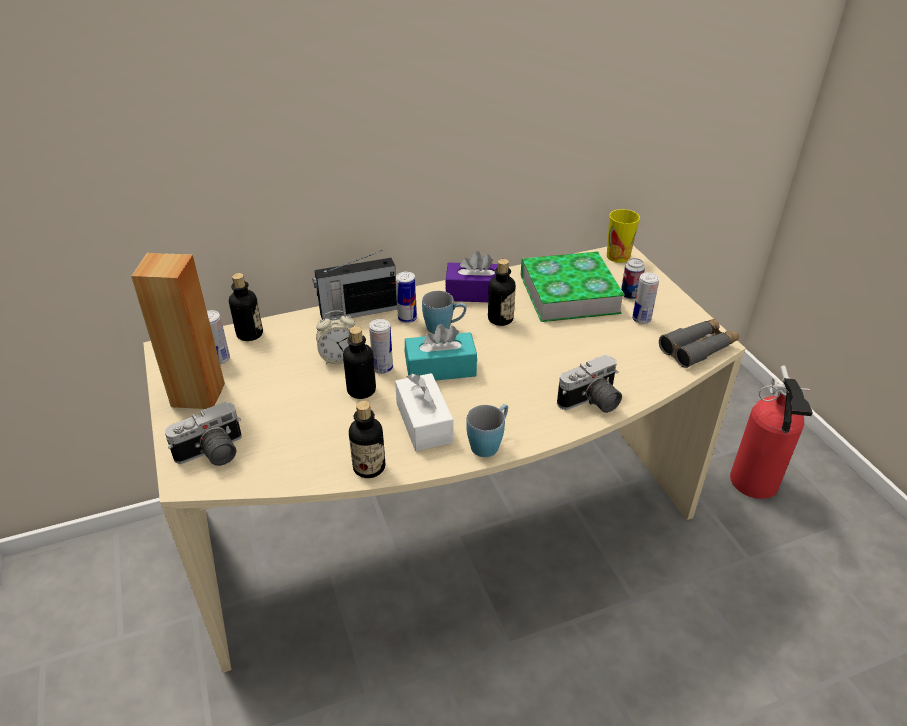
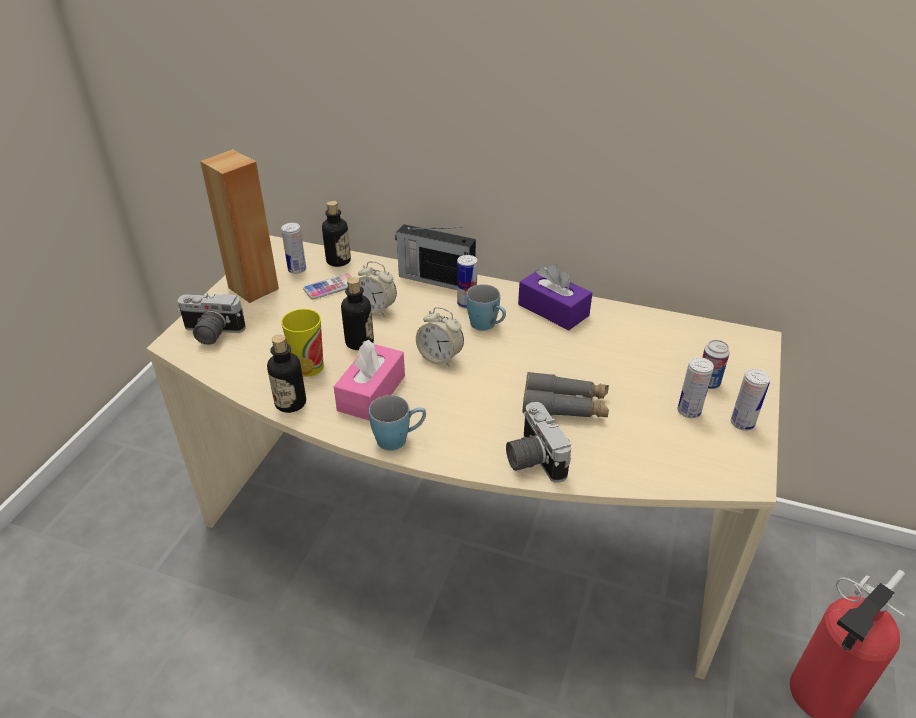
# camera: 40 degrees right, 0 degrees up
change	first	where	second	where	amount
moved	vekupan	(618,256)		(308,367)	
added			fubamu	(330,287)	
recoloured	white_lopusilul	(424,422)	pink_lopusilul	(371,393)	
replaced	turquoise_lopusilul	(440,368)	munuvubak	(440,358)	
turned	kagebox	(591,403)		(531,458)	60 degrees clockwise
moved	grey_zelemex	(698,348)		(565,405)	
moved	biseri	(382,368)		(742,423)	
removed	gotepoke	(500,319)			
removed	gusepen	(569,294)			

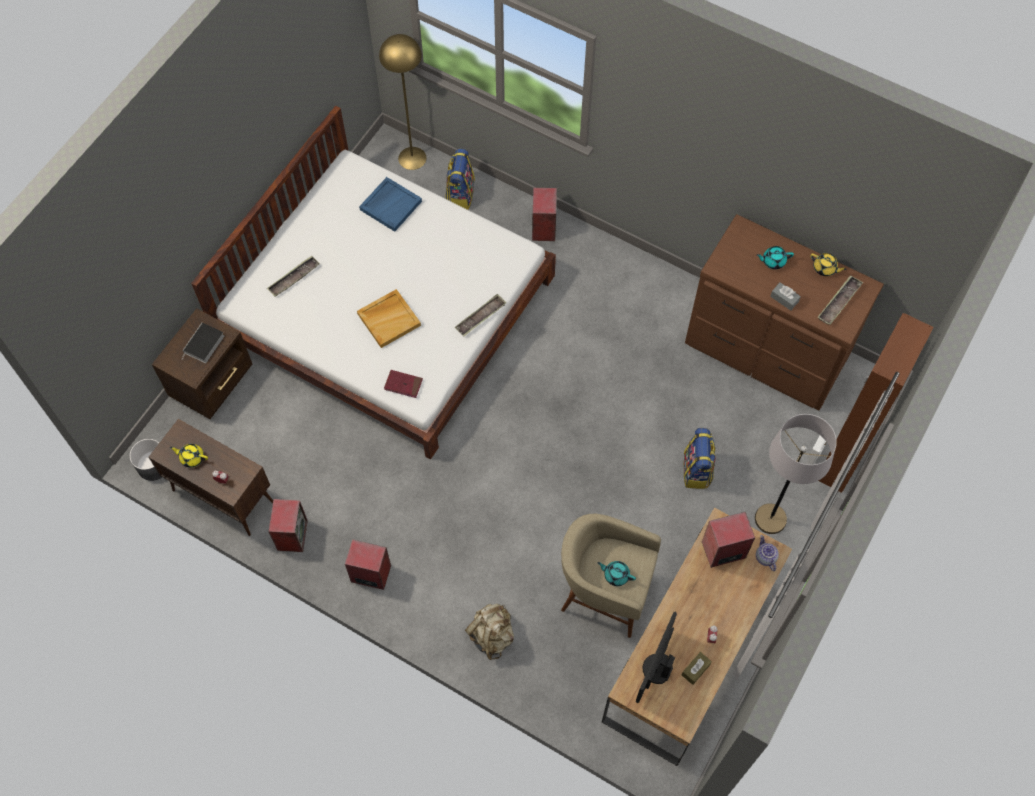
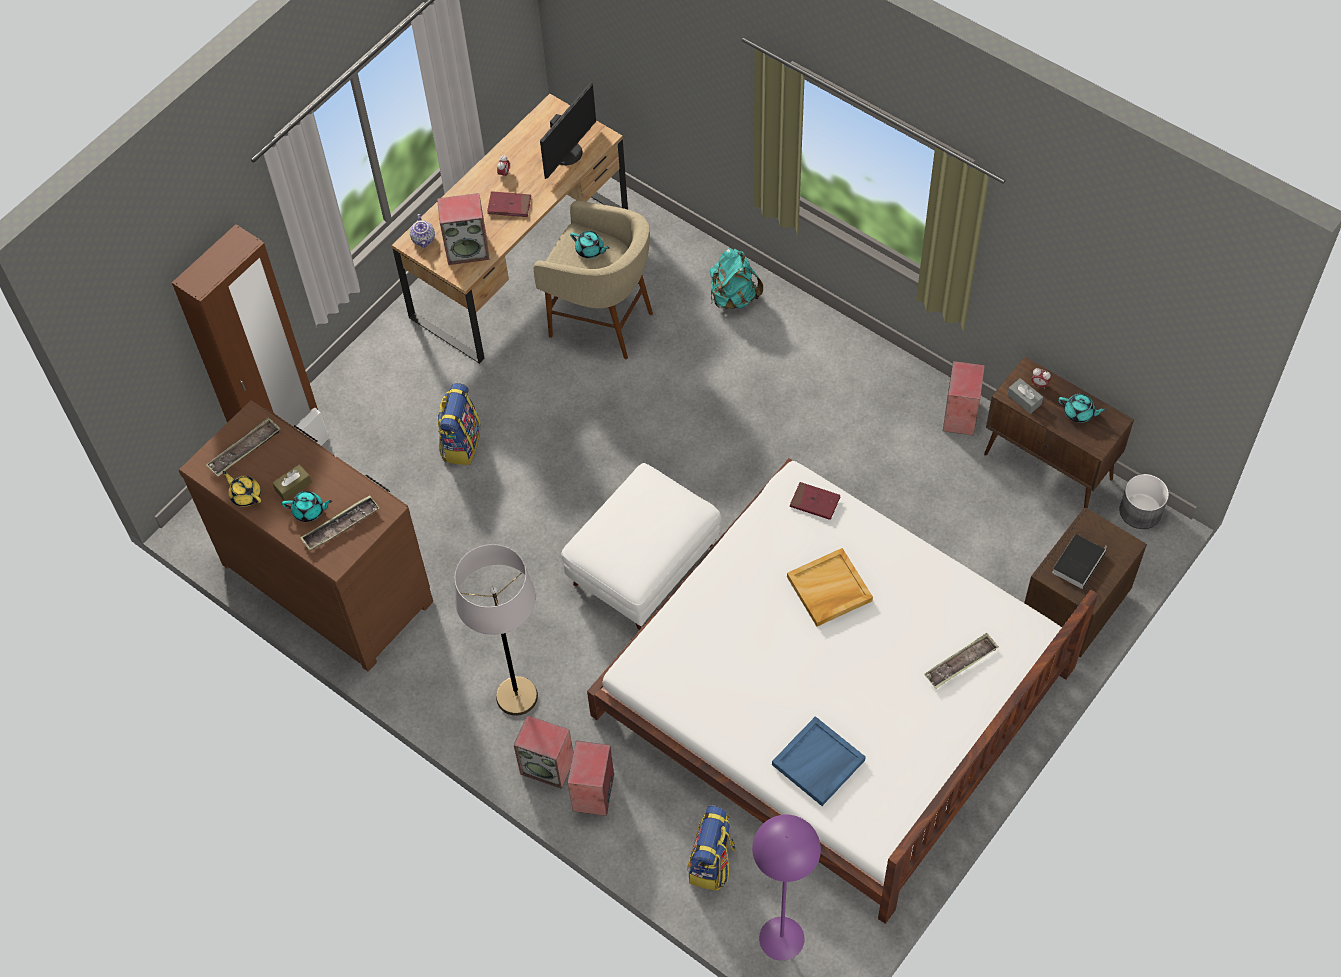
# camera: 170 degrees left, 5 degrees down
change	first	where	second	where	amount
moved	brown_lopusilul	(695,669)		(293,486)	
moved	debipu	(480,317)		(341,526)	
moved	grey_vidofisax	(770,519)		(517,696)	
added			red_gusepen	(509,206)	
moved	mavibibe	(370,574)		(548,766)	
added			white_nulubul	(644,565)	
recoloured	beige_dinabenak	(492,635)	turquoise_dinabenak	(733,297)	
recoloured	yellow_vidofisax	(412,158)	purple_vidofisax	(782,938)	
moved	grey_lopusilul	(784,299)		(1024,399)	
recoloured	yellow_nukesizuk	(192,457)	turquoise_nukesizuk	(1079,413)	

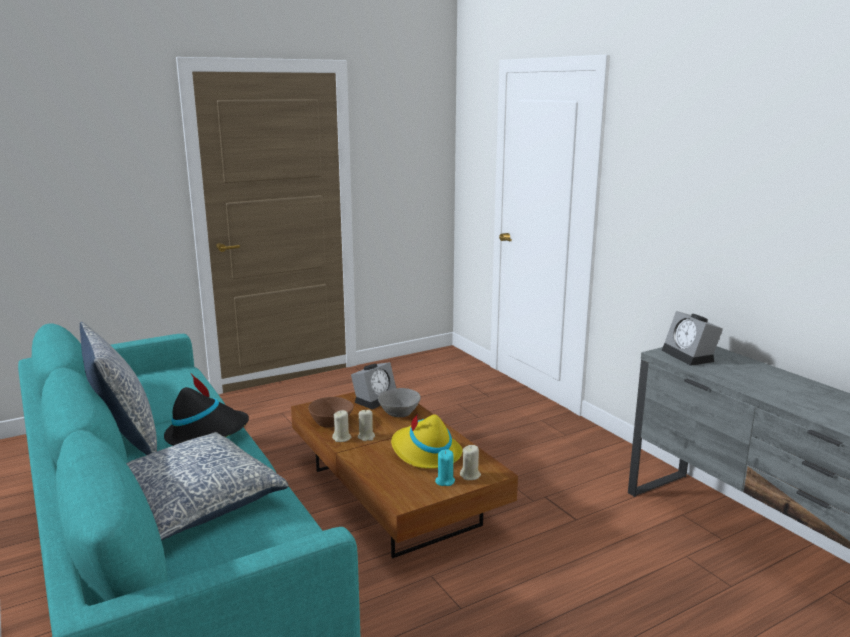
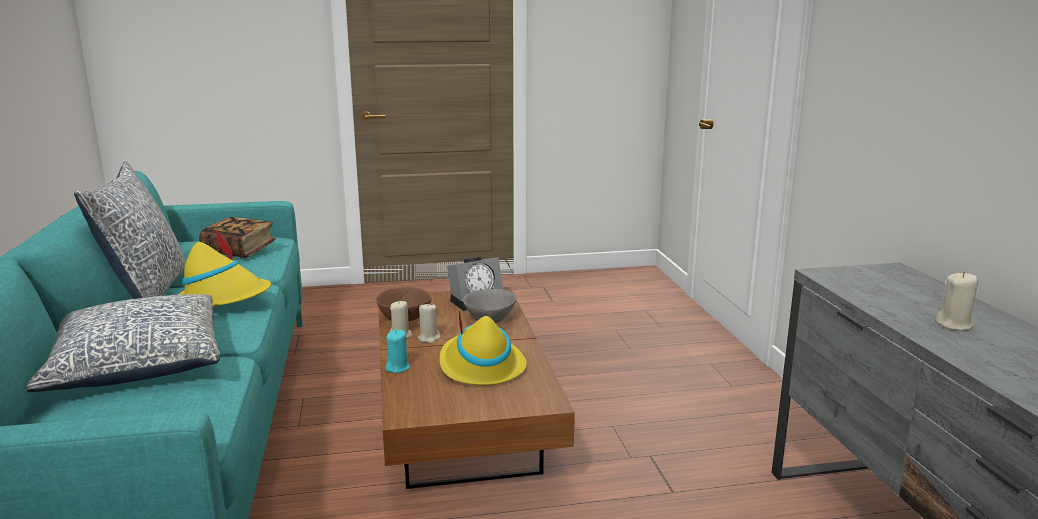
# camera: 20 degrees right, 0 degrees up
change	first	where	second	where	amount
recoloured	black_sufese	(207,433)	yellow_sufese	(223,300)	
added			gusepen	(239,251)	
moved	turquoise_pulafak	(445,481)		(397,368)	
moved	beige_pulafak	(470,475)		(954,325)	
removed	munuvubak	(690,356)			

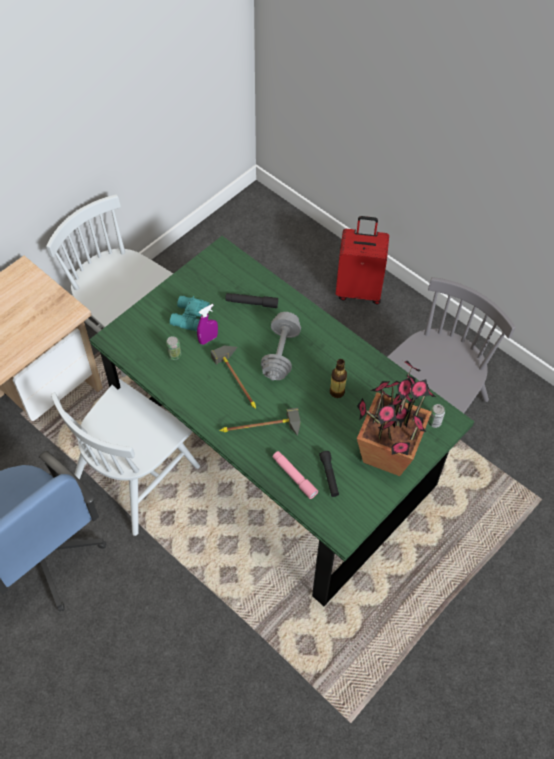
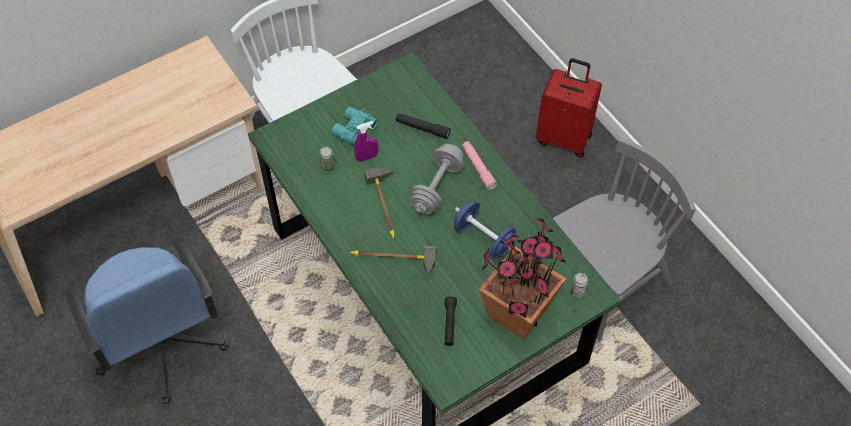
# camera: 15 degrees right, 0 degrees up
change	first	where	second	where	amount
replaced	gotepoke	(337,392)	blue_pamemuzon	(484,238)	
moved	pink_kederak	(294,476)		(478,168)	
removed	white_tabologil	(136,475)			

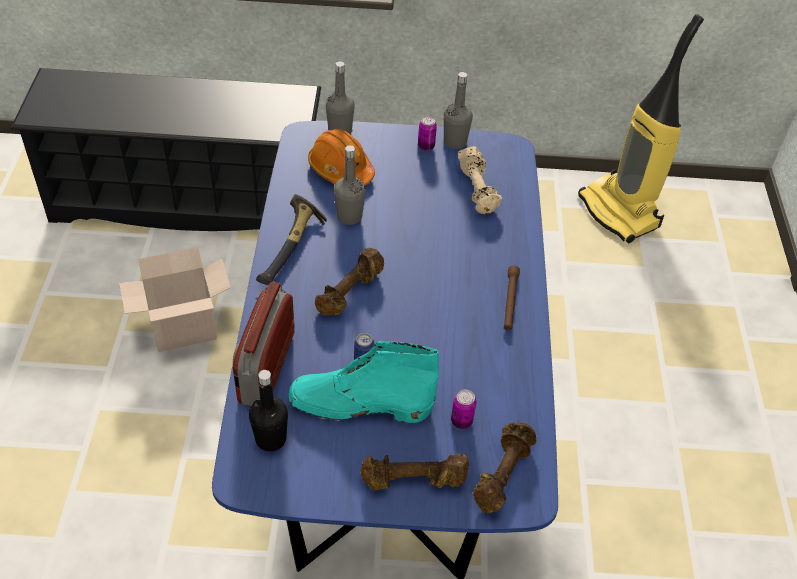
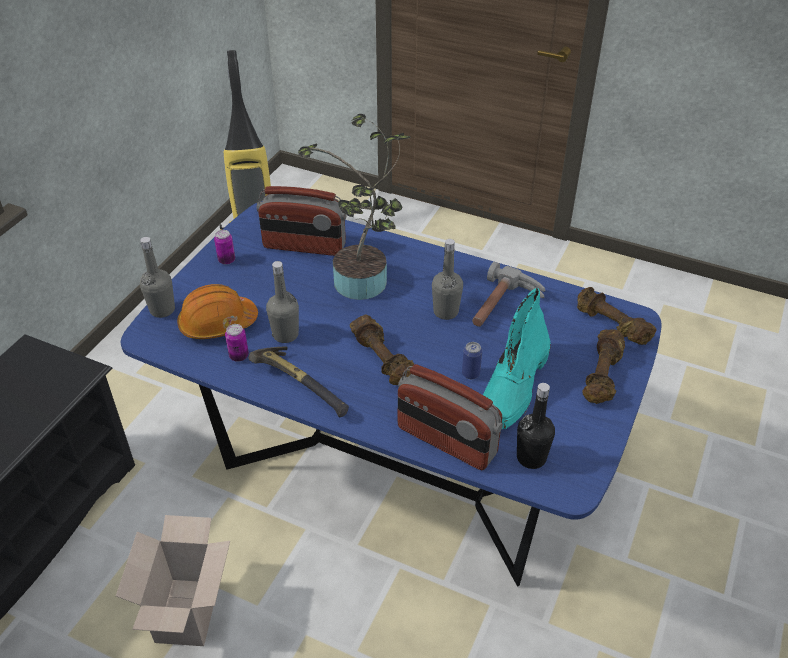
# camera: 65 degrees left, 5 degrees down
change	first	where	second	where	amount
moved	biseri	(461,421)		(239,356)	
replaced	beige_pamemuzon	(478,190)	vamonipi	(304,246)	
added			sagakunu	(364,285)	
moved	grey_gotepoke	(455,142)		(446,312)	
added			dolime	(504,307)	
removed	brown_kederak	(510,301)			

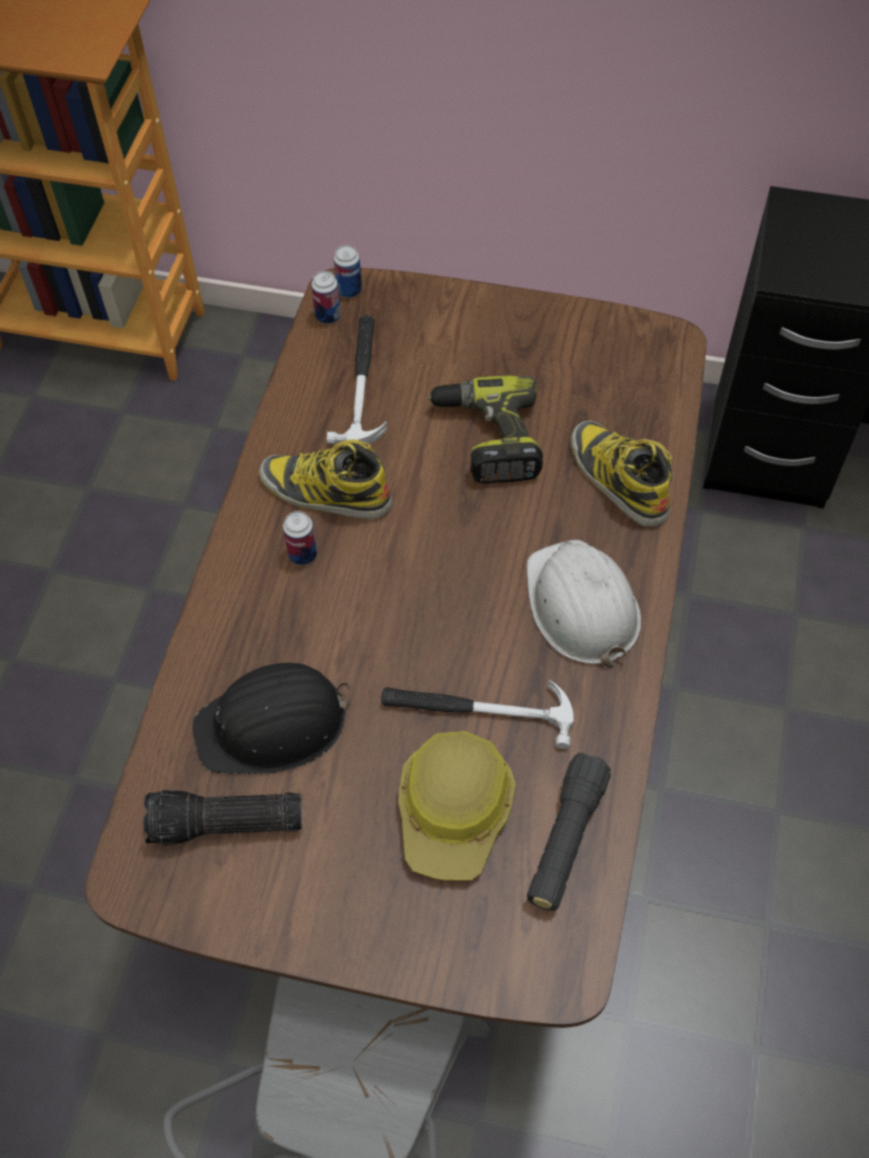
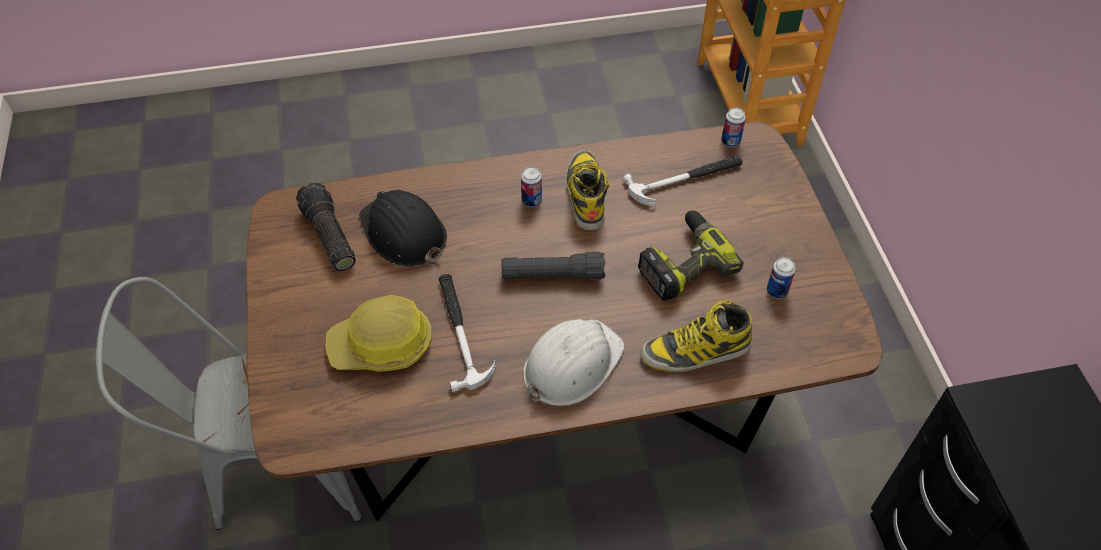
# camera: 65 degrees right, 5 degrees down
change	first	where	second	where	amount
moved	black_kederak	(566,839)		(553,275)	
turned	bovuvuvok	(617,478)		(695,351)	135 degrees counterclockwise
moved	biseri	(349,290)		(777,291)	

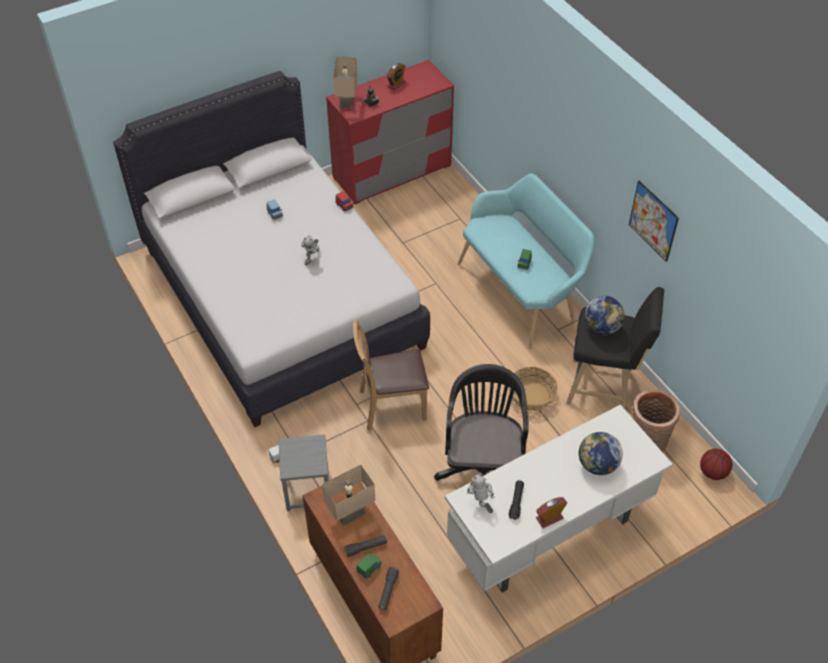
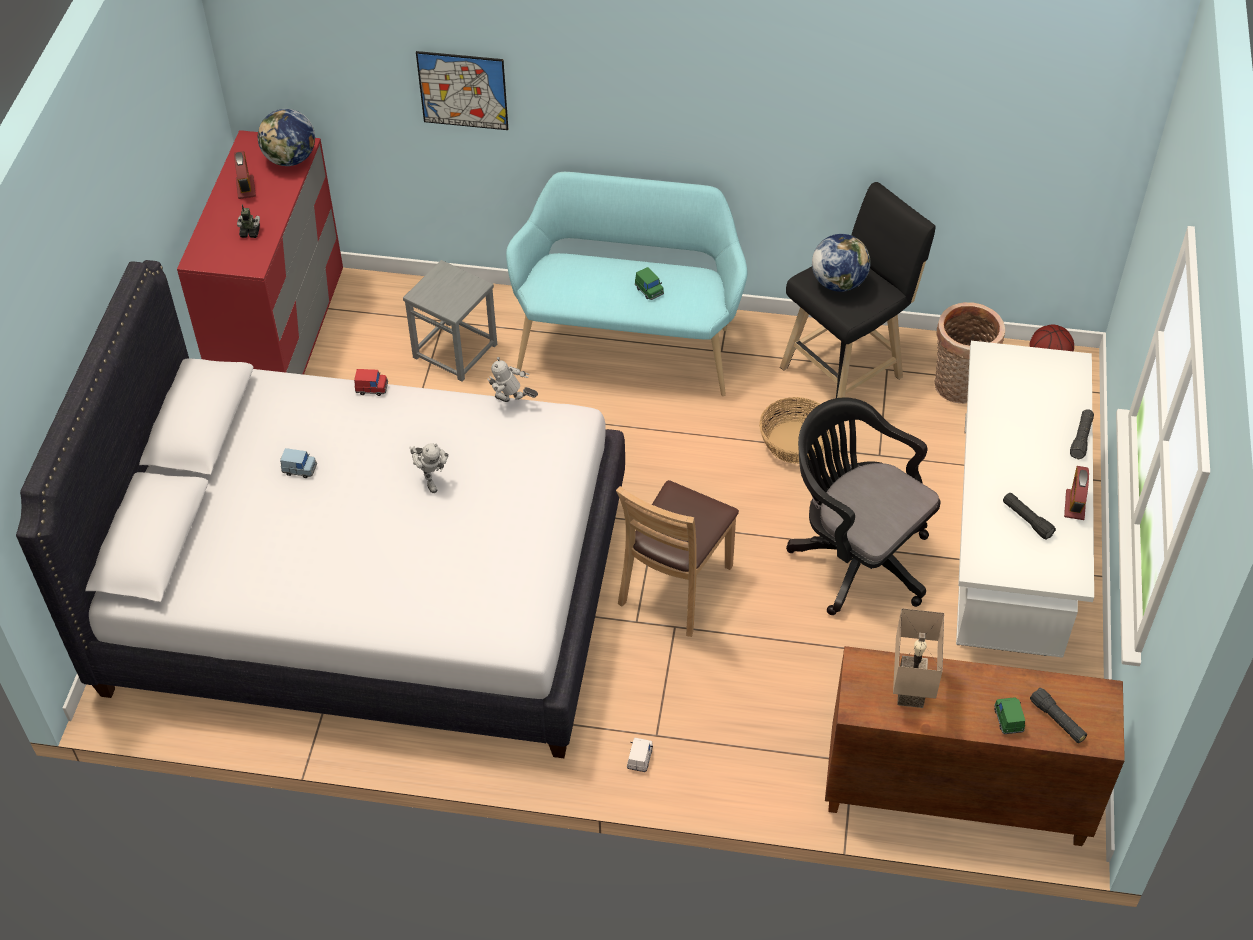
# camera: 50 degrees left, 0 degrees up
change	first	where	second	where	amount
moved	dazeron	(597,465)		(290,159)	
moved	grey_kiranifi	(308,490)		(455,350)	
moved	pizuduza	(653,221)		(463,90)	
moved	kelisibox	(480,504)		(512,403)	
moved	black_kederak	(366,548)		(1081,438)	
removed	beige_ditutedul	(345,101)			

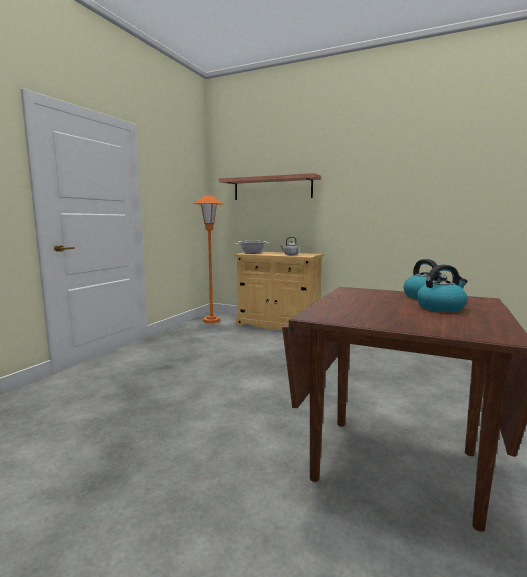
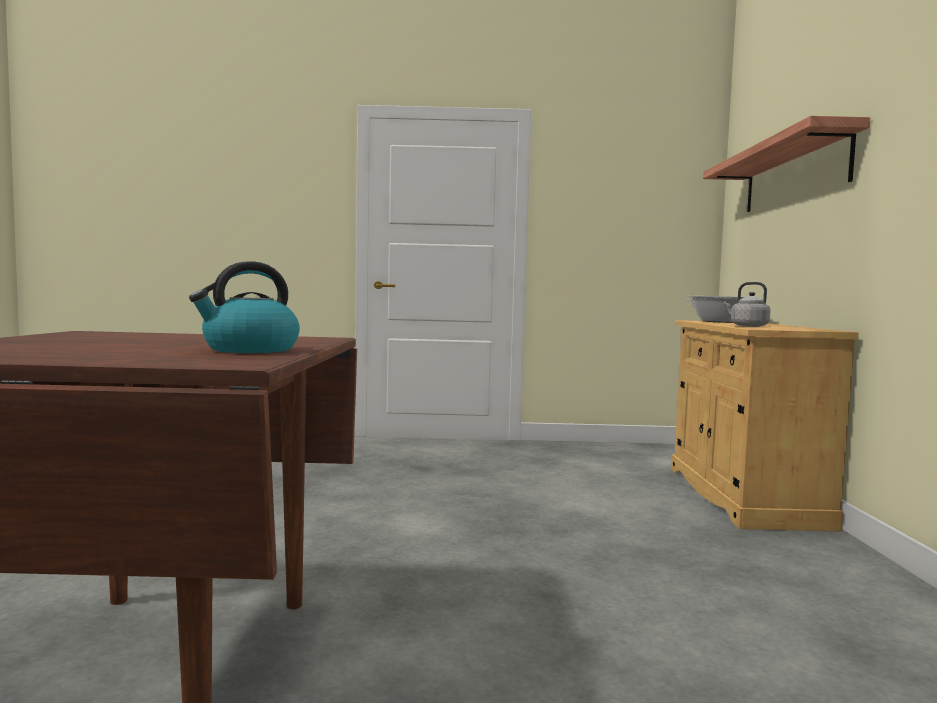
# camera: 65 degrees right, 5 degrees down
change	first	where	second	where	amount
removed	orange_vidofisax	(211,321)			
removed	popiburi	(441,308)			

